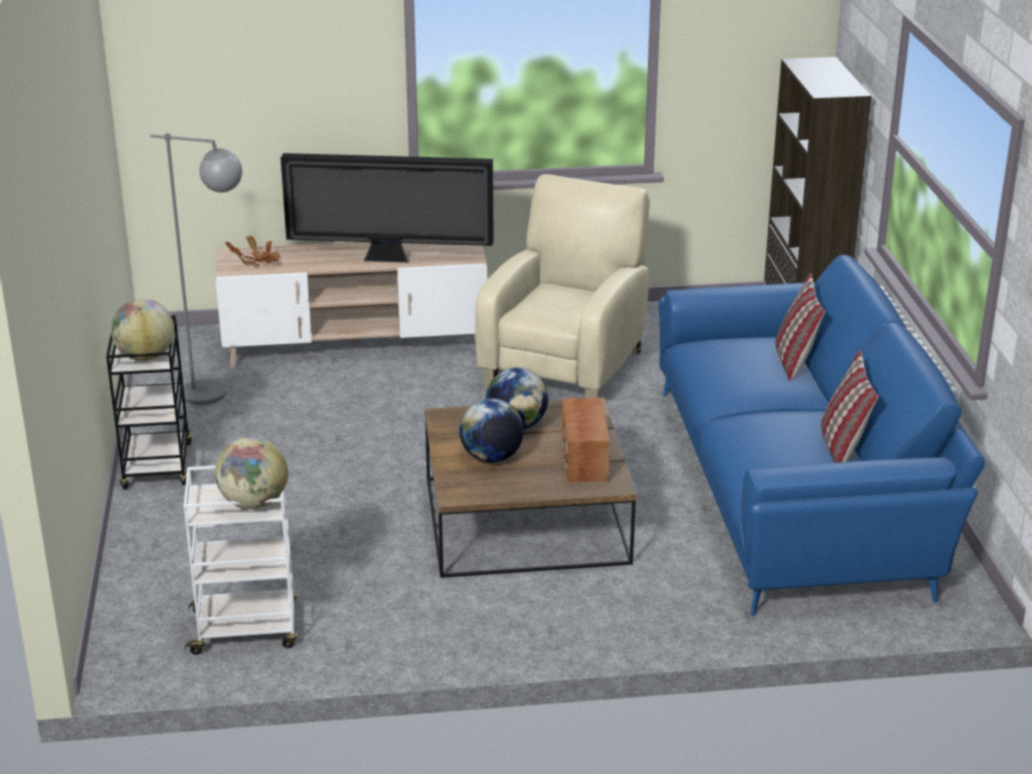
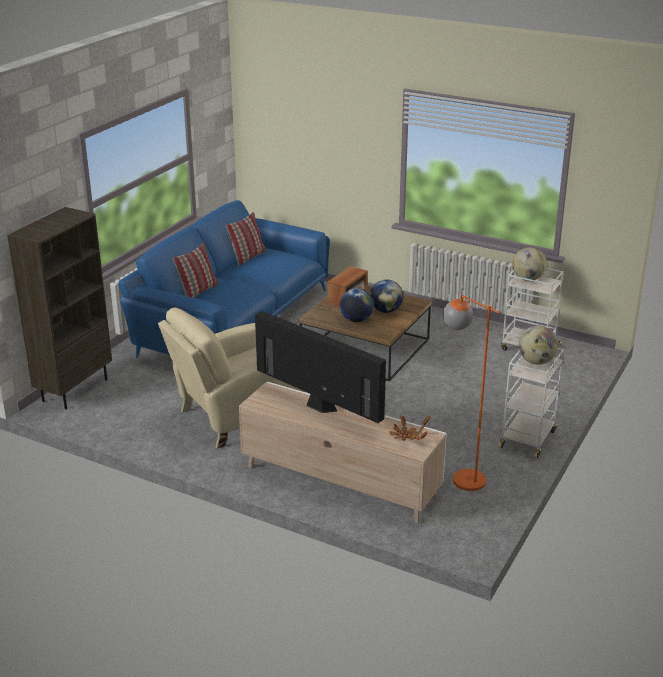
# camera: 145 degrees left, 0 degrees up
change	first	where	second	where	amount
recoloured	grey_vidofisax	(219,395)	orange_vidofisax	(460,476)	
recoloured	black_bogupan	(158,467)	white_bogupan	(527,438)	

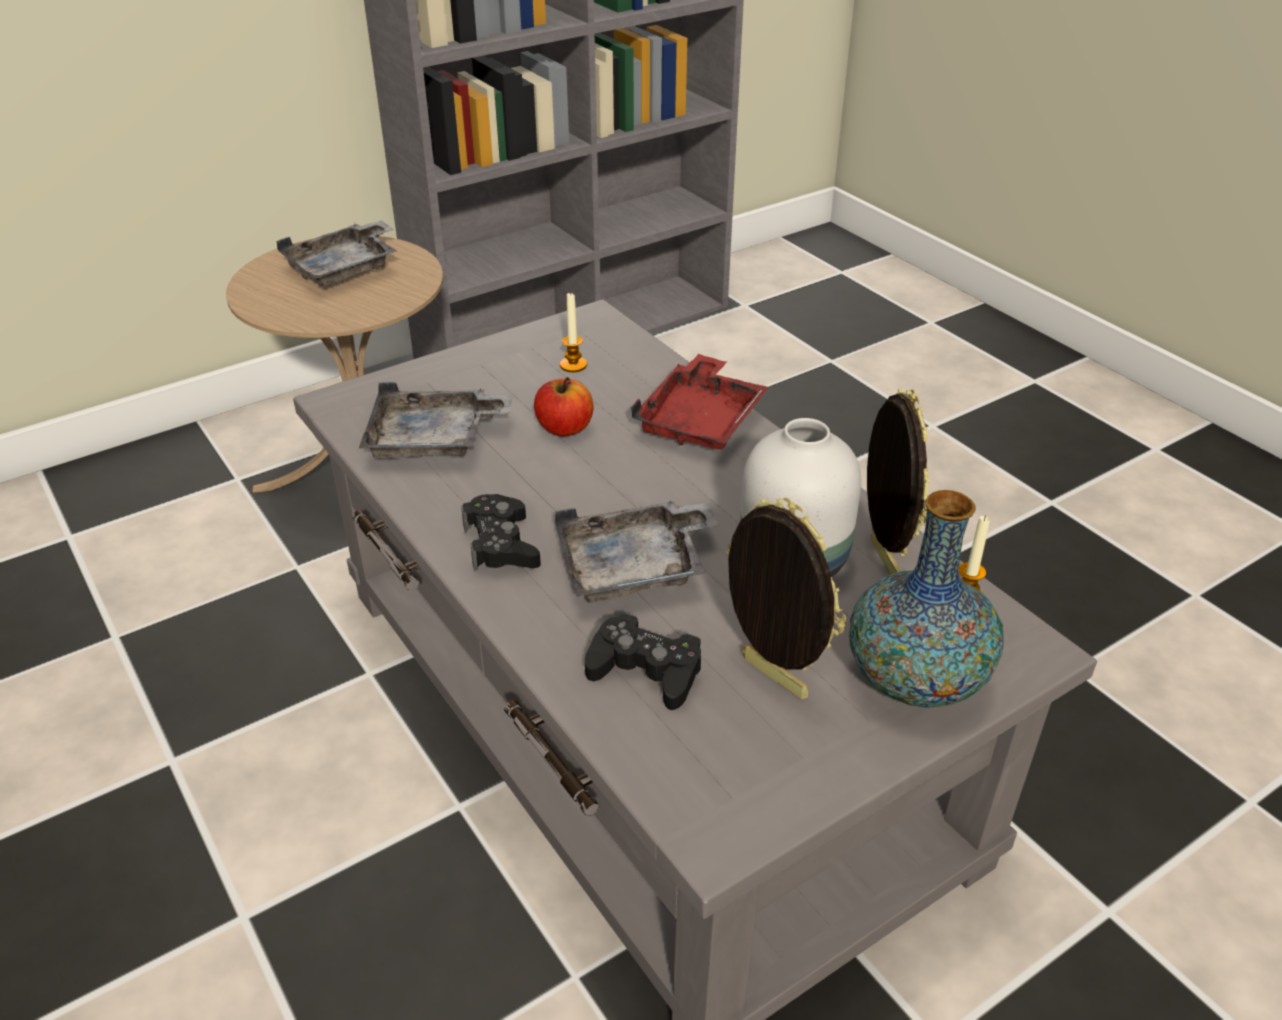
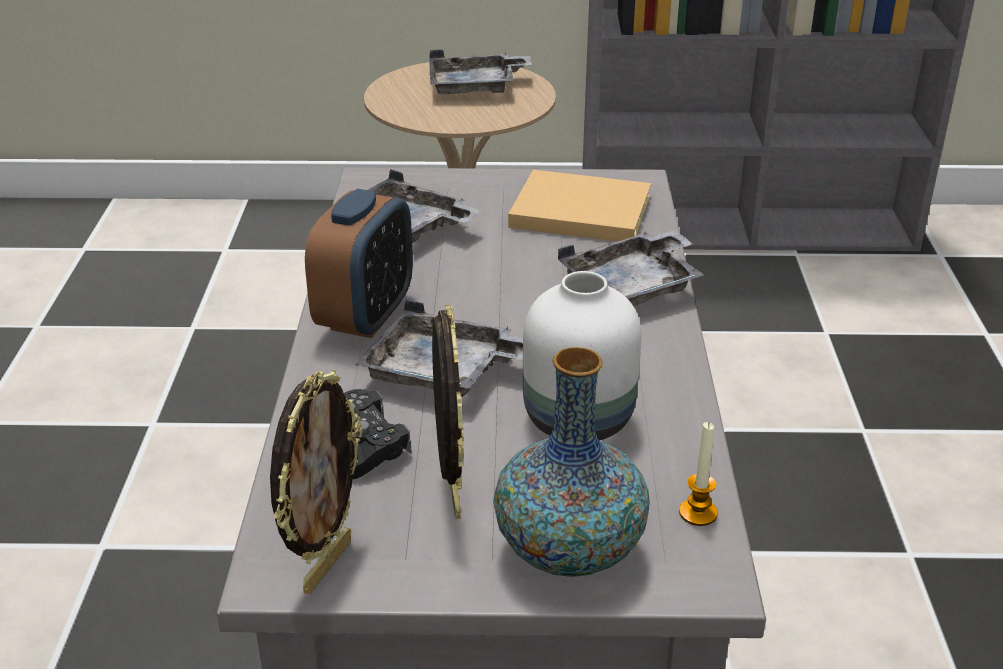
# camera: 35 degrees right, 5 degrees down
change	first	where	second	where	amount
moved	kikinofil	(881,561)		(325,565)	
replaced	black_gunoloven	(501,544)	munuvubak	(365,316)	
replaced	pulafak	(573,365)	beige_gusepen	(576,211)	
recoloured	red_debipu	(701,420)	grey_debipu	(633,287)	
removed	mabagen	(564,428)			

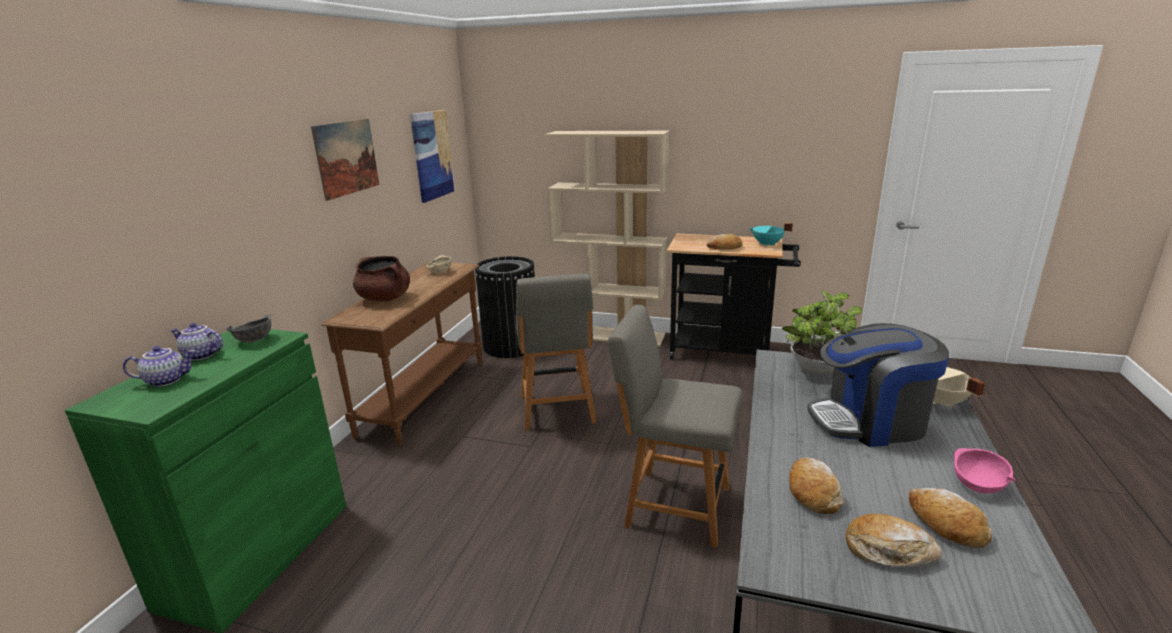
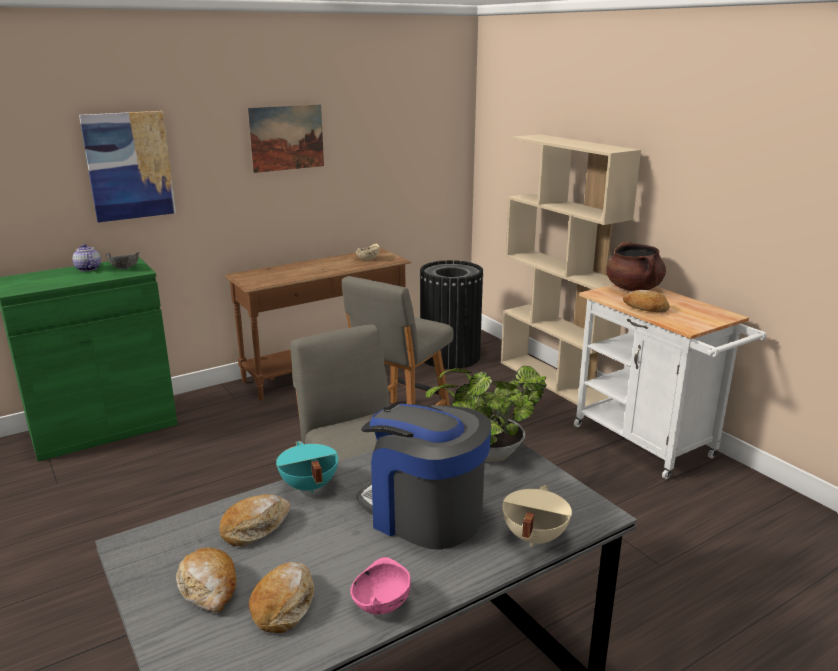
# camera: 40 degrees right, 0 degrees up
change	first	where	second	where	amount
moved	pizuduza	(432,155)		(129,166)	
moved	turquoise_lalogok	(767,244)		(308,486)	
recoloured	black_bogupan	(727,352)	white_bogupan	(650,445)	
moved	brown_lalogok	(385,298)		(633,289)	
removed	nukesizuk	(167,380)			

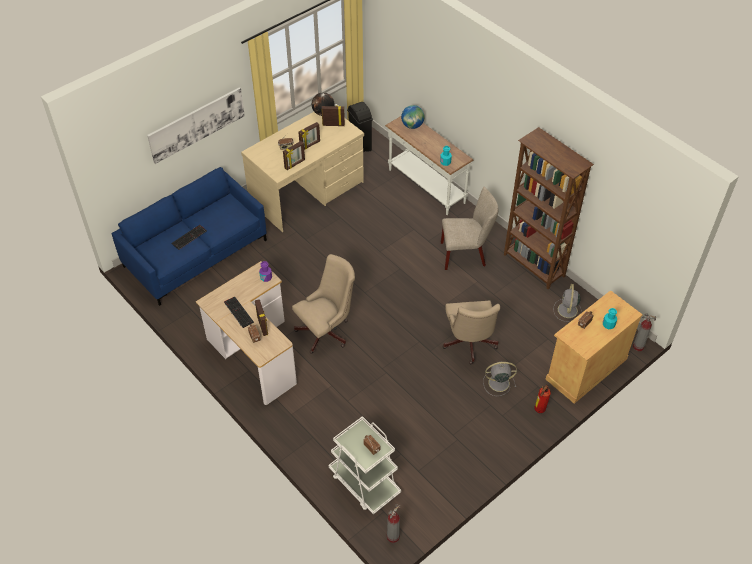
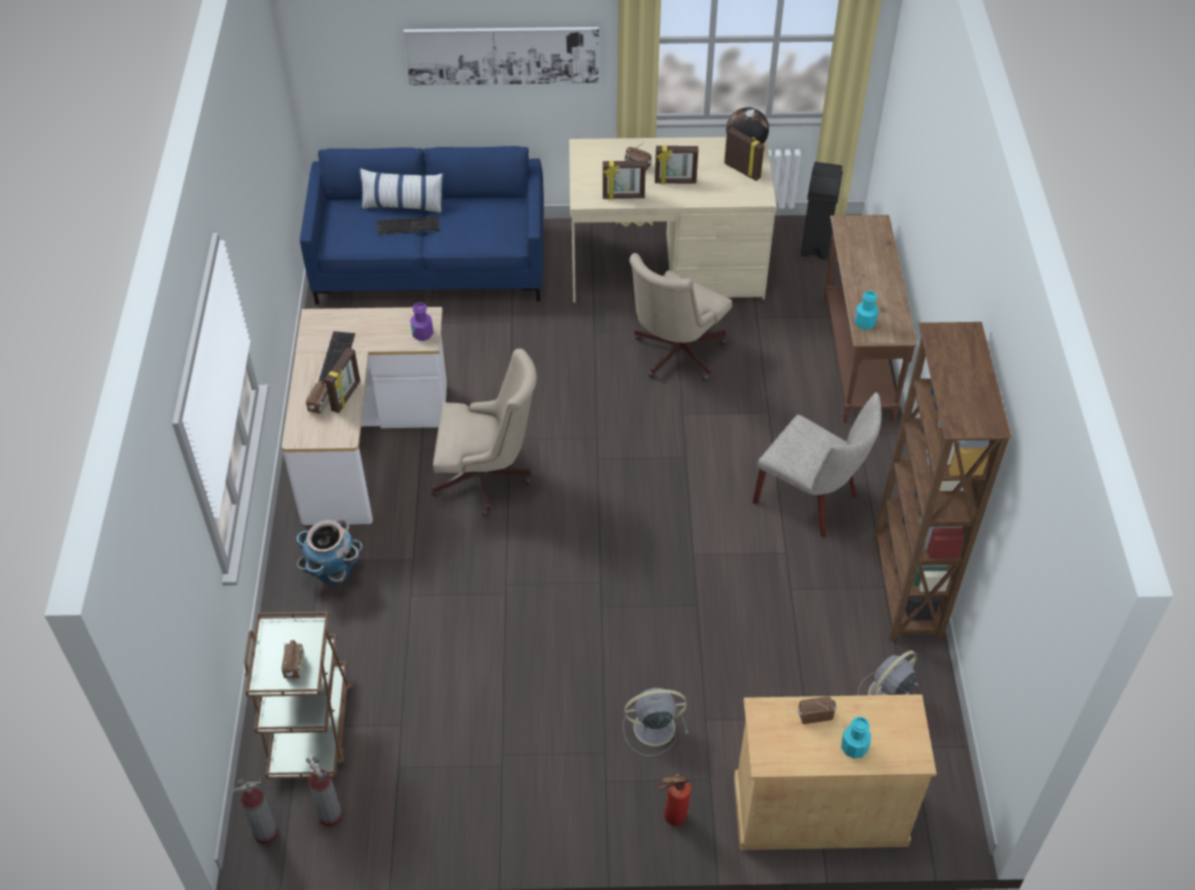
# camera: 40 degrees right, 0 degrees up
change	first	where	second	where	amount
recoloured	white_bogupan	(364,483)	brown_bogupan	(310,727)	
added			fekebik	(334,574)	
moved	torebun	(638,346)		(330,815)	
added			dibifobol	(403,205)	
turned	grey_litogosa	(497,383)		(652,728)	45 degrees counterclockwise
moved	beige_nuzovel	(469,345)		(674,354)	
recoloured	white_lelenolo	(426,186)	brown_lelenolo	(855,360)	
removed	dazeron	(412,126)			

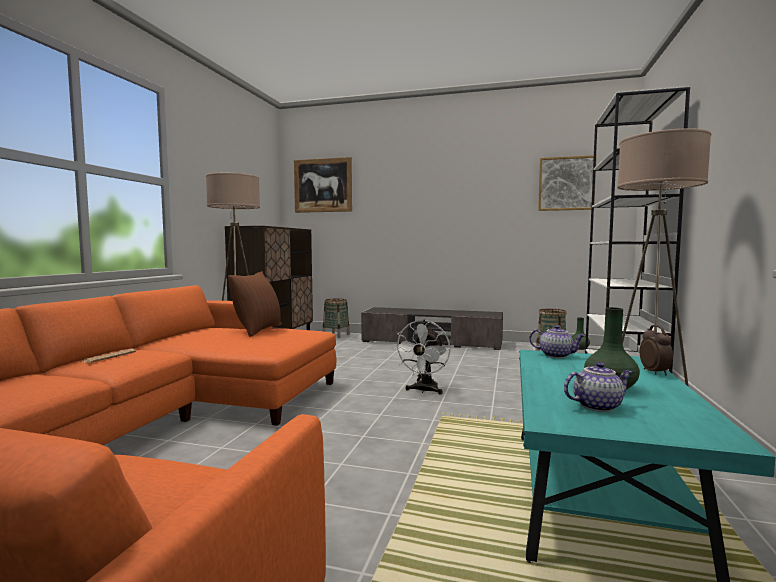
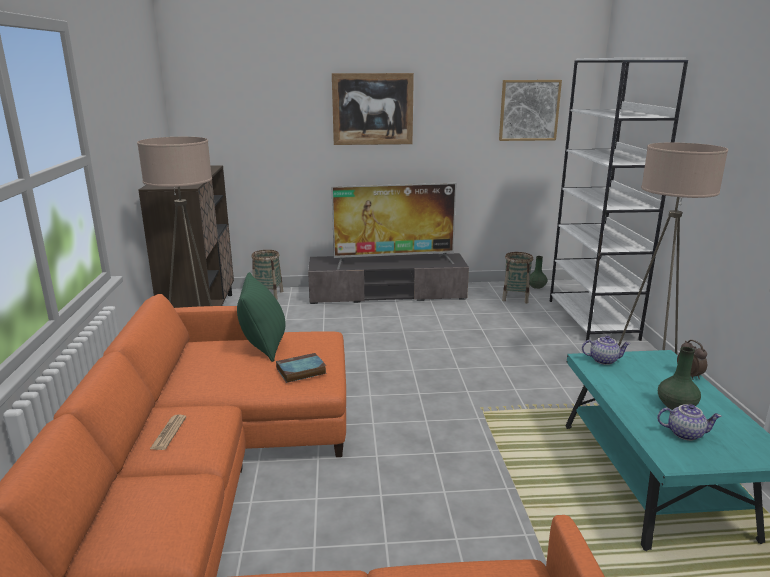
# camera: 20 degrees left, 15 degrees up
change	first	where	second	where	amount
recoloured	brown_dibifobol	(258,330)	green_dibifobol	(264,346)	
added			gusepen	(300,371)	
moved	pizuduza	(323,185)		(372,109)	
added			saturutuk	(394,261)	
turned	nukesizuk	(597,406)		(685,433)	45 degrees clockwise
removed	white_litogosa	(424,391)			

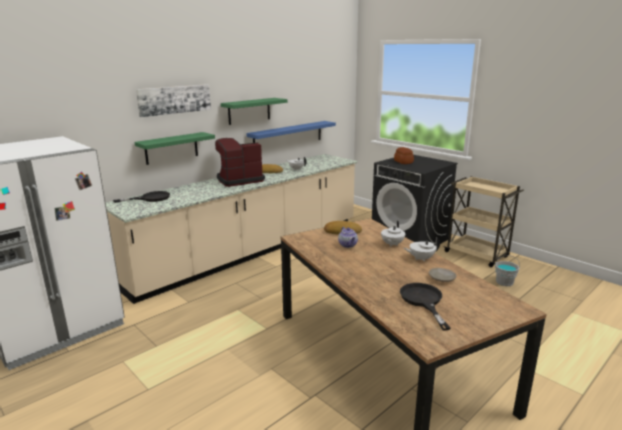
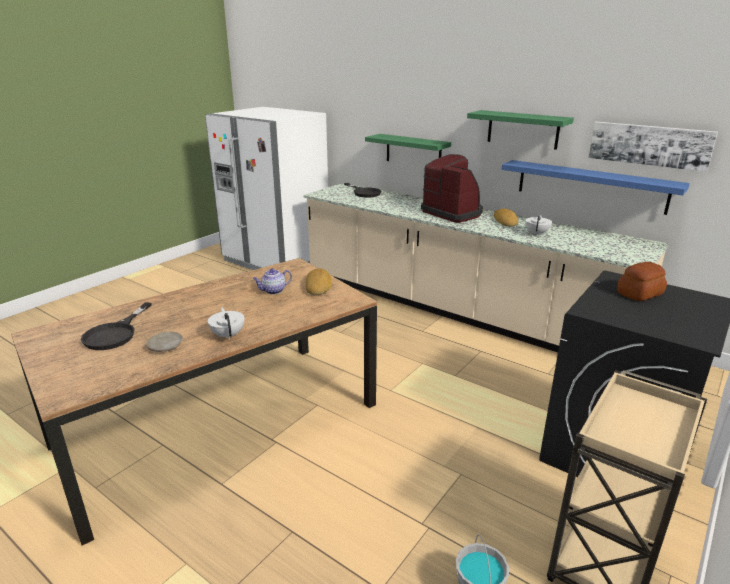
# camera: 80 degrees right, 5 degrees up
change	first	where	second	where	amount
turned	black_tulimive	(423,301)		(115,333)	120 degrees clockwise
moved	pizuduza	(174,99)		(649,145)	
removed	white_nukesizuk	(392,244)			

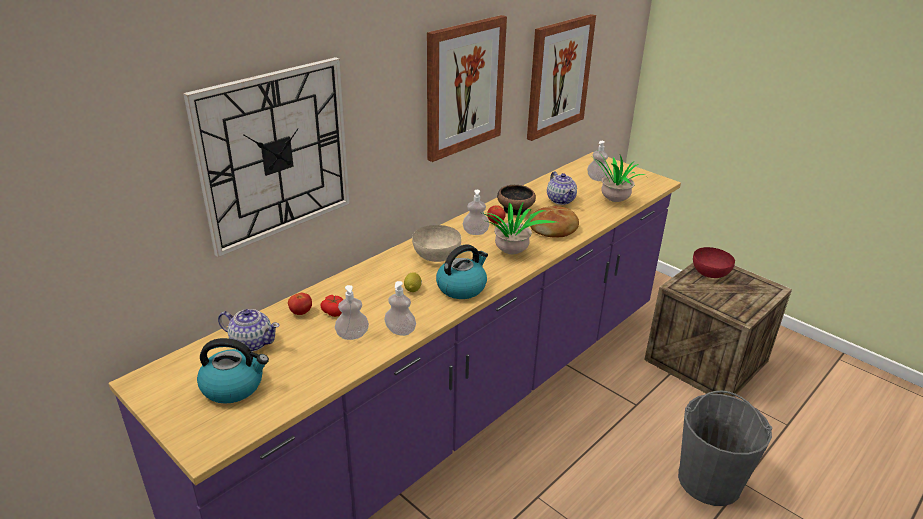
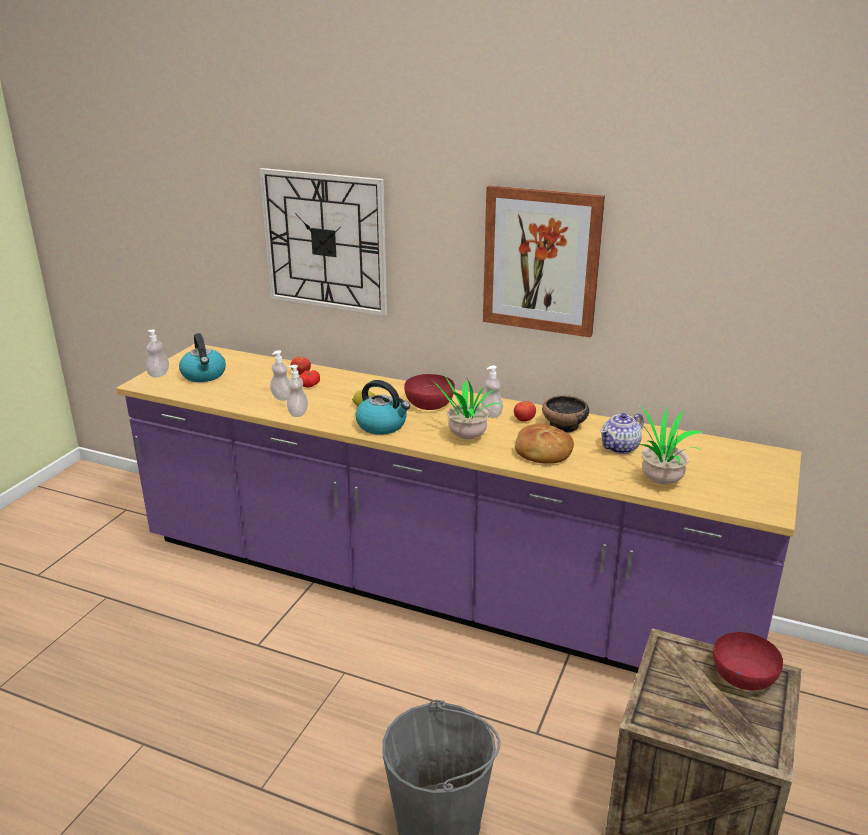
# camera: 70 degrees right, 5 degrees down
change	first	where	second	where	amount
moved	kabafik	(597,179)		(159,374)	
recoloured	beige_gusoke	(436,255)	red_gusoke	(428,404)	
removed	nukesizuk	(252,342)			
removed	pizuduza	(558,76)			

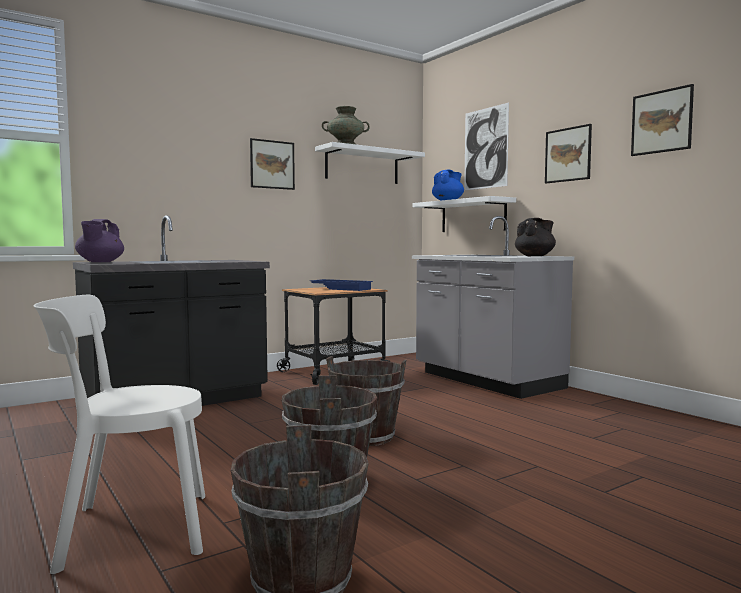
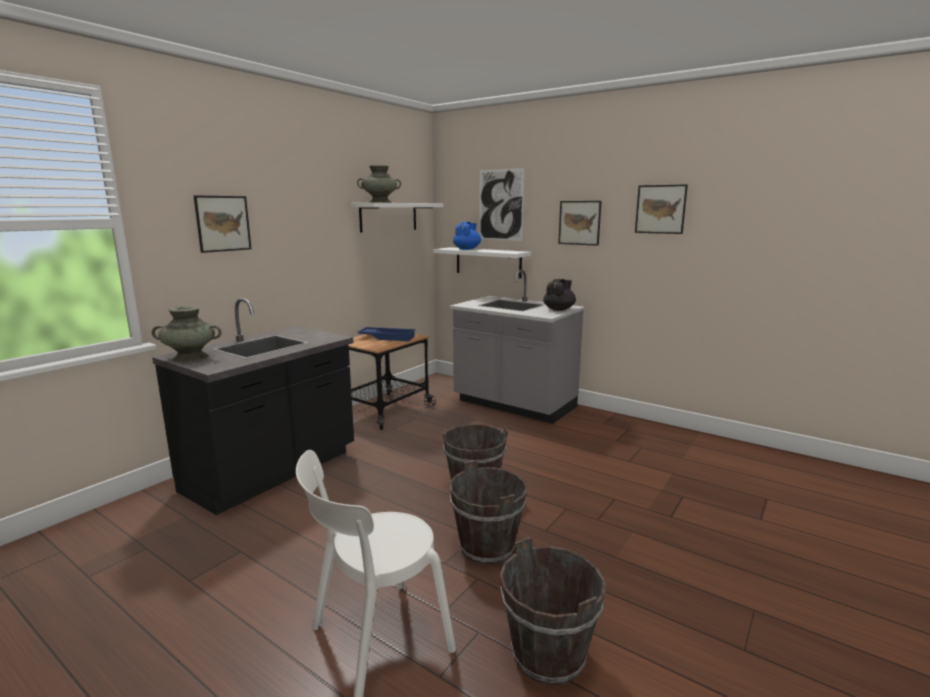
# camera: 20 degrees left, 10 degrees up
change	first	where	second	where	amount
replaced	purple_nukesizuk	(100,262)	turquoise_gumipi	(190,358)	
moved	pizuduza	(272,164)		(223,223)	

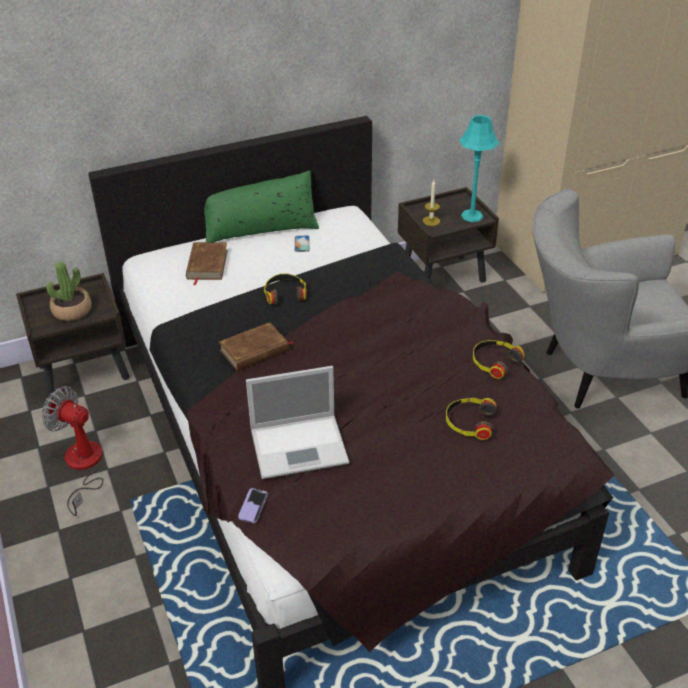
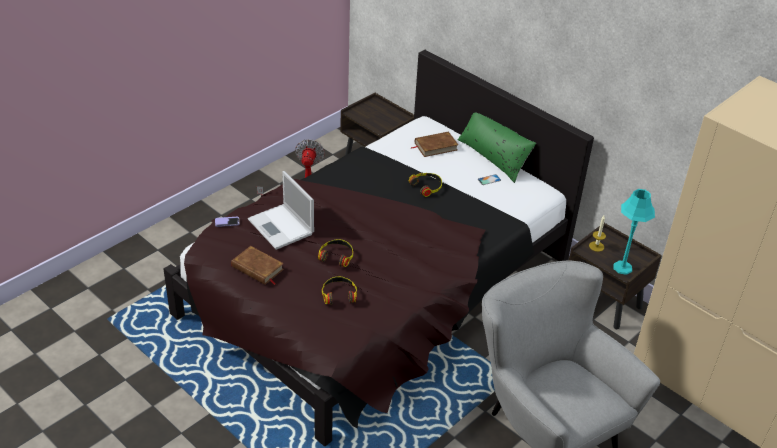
# camera: 65 degrees right, 0 degrees up
change	first	where	second	where	amount
moved	brown_gusepen	(255,350)		(257,268)	
moved	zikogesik	(494,362)		(336,256)	
removed	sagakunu	(72,310)			

